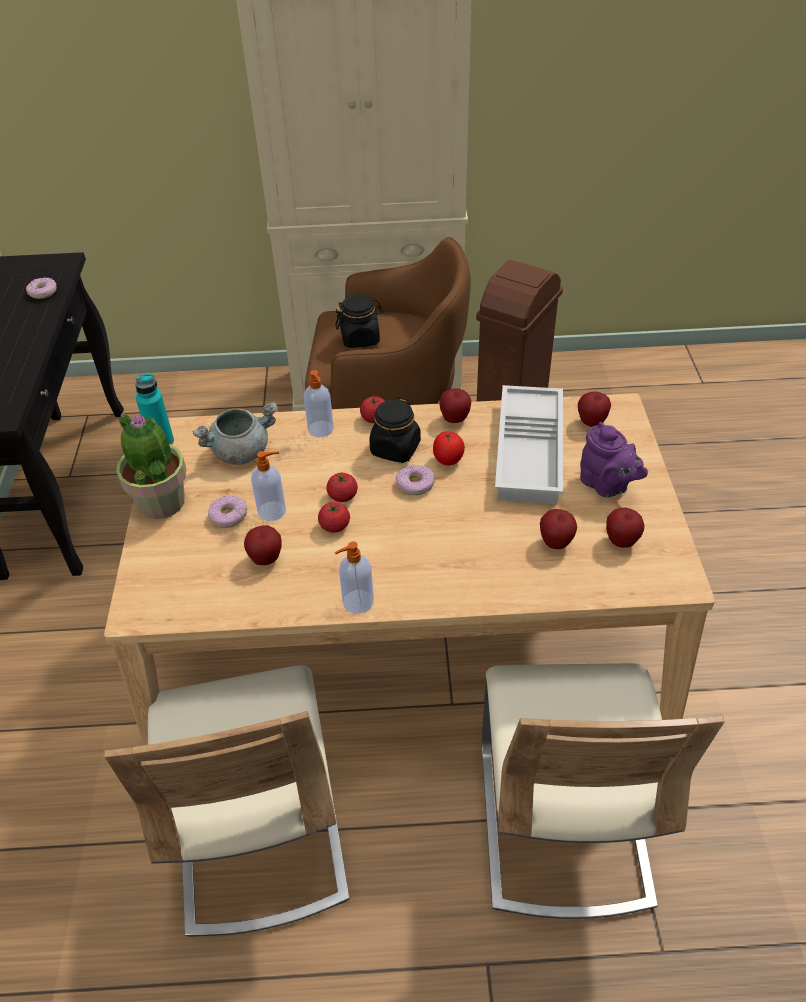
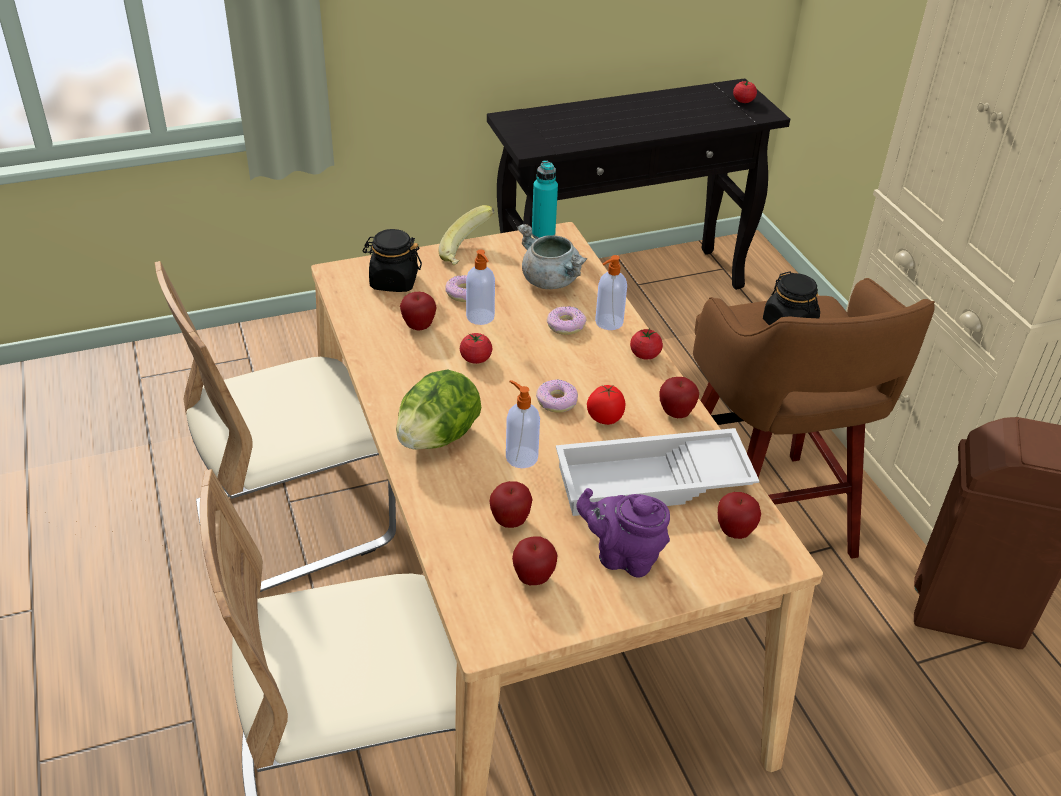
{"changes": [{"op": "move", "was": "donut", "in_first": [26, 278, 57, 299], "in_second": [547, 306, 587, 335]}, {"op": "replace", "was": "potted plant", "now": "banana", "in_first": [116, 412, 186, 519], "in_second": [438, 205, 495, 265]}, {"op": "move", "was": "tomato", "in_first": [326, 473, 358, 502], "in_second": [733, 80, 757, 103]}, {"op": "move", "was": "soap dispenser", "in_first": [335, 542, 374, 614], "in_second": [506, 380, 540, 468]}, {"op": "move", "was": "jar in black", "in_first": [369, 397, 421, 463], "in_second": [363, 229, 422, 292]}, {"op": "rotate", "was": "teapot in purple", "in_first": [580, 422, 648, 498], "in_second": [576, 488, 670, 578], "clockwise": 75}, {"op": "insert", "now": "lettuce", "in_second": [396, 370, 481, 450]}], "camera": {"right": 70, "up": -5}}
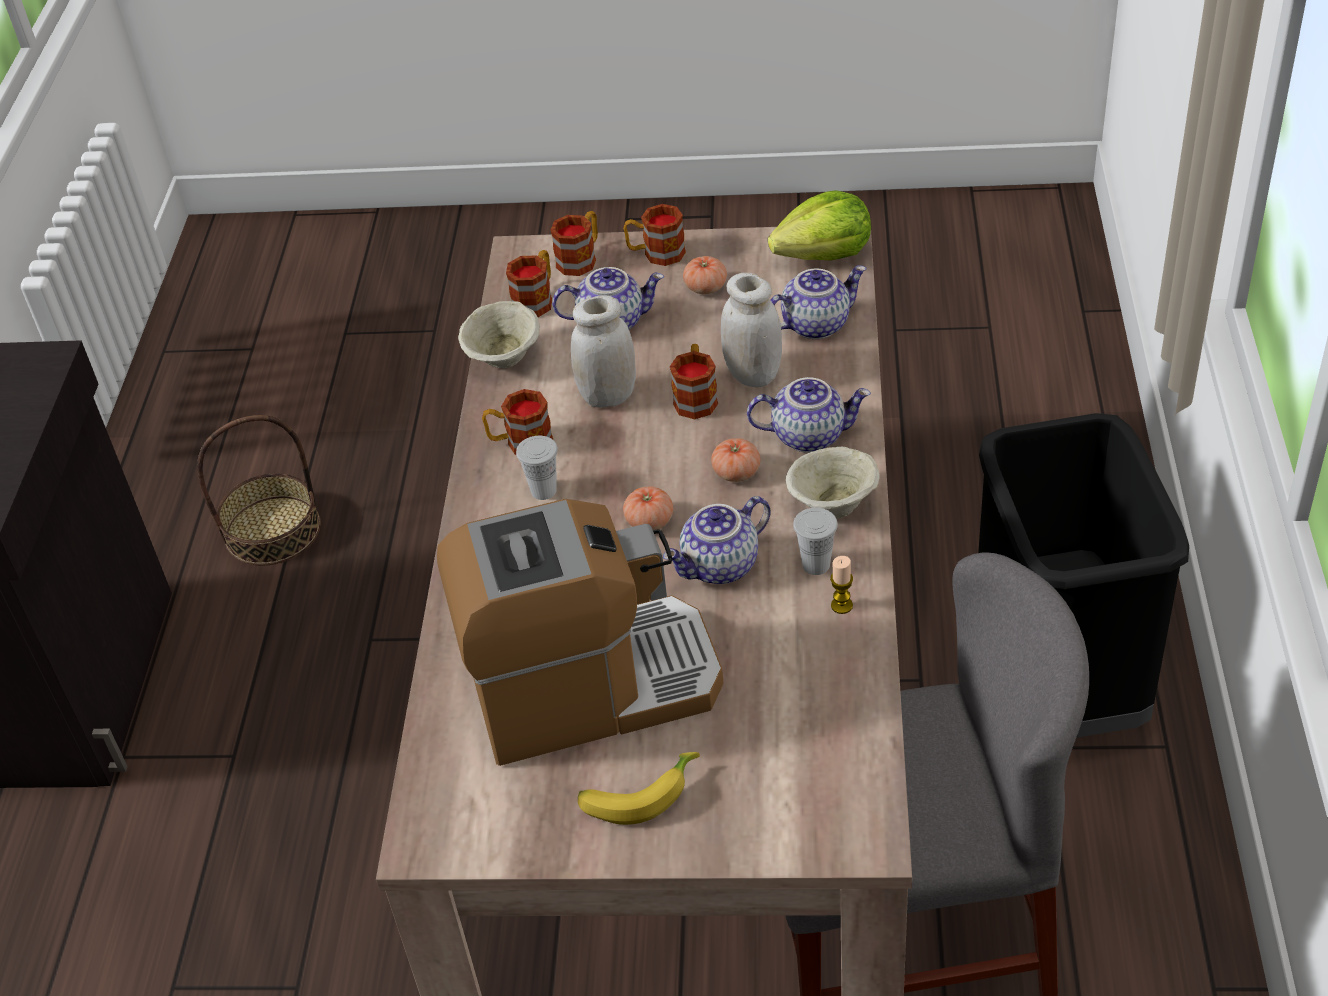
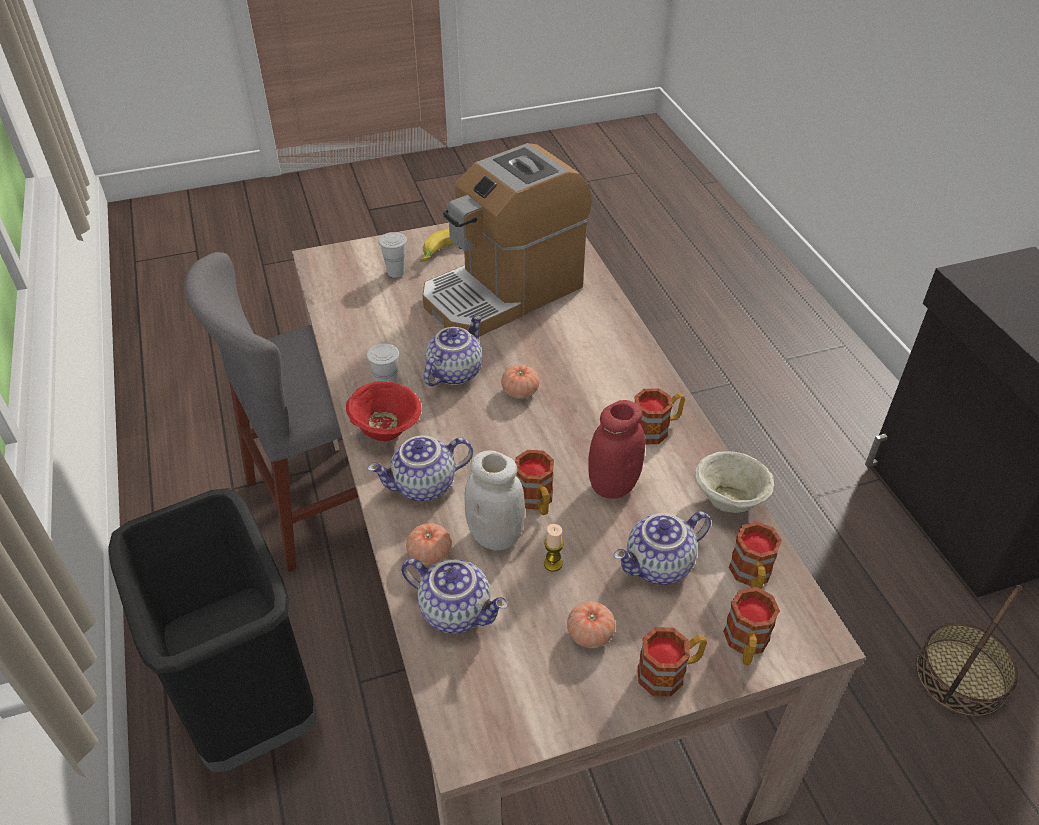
{"changes": [{"op": "move", "was": "cup in white", "in_first": [516, 436, 558, 500], "in_second": [378, 232, 407, 278]}, {"op": "recolor", "was": "jar in white", "now": "jar in red", "in_first": [571, 295, 636, 408], "in_second": [588, 400, 645, 499]}, {"op": "move", "was": "tomato", "in_first": [711, 438, 760, 482], "in_second": [406, 523, 451, 565]}, {"op": "delete", "was": "lettuce", "in_first": [768, 190, 871, 261]}, {"op": "rotate", "was": "teapot", "in_first": [770, 265, 867, 339], "in_second": [401, 558, 508, 634], "clockwise": -105}, {"op": "recolor", "was": "bowl in beige", "now": "bowl in red", "in_first": [786, 447, 880, 519], "in_second": [346, 381, 421, 441]}, {"op": "move", "was": "candle", "in_first": [830, 556, 853, 614], "in_second": [544, 524, 564, 572]}], "camera": {"right": 155, "up": 0}}
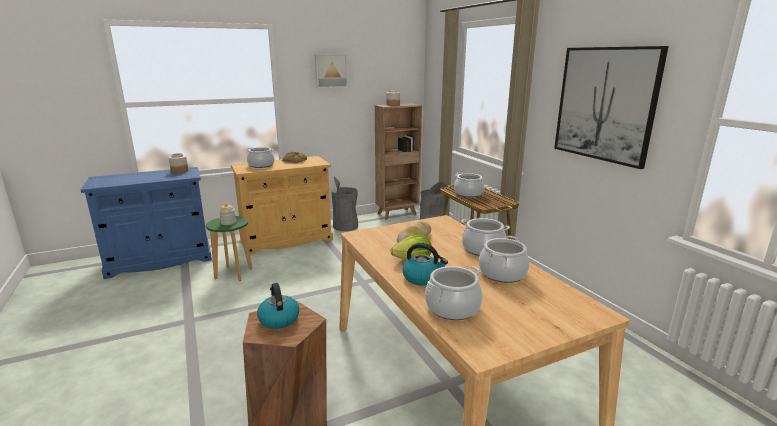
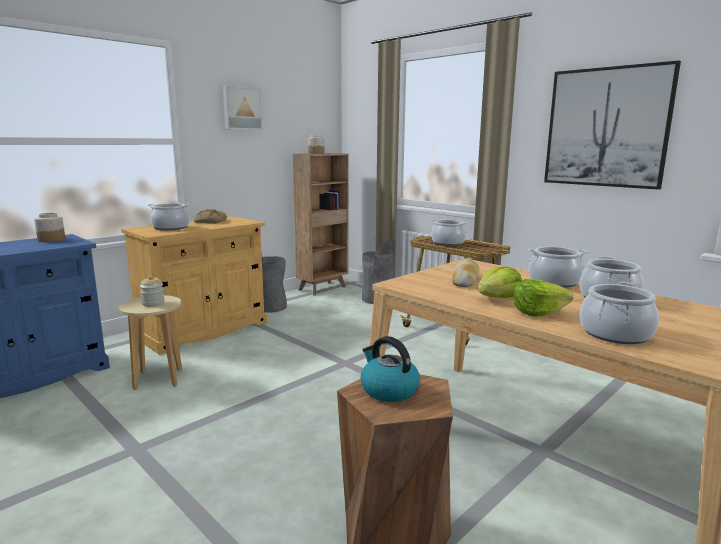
{"changes": [{"op": "recolor", "was": "stool in green", "now": "stool in beige", "in_first": [206, 216, 252, 281], "in_second": [119, 295, 182, 390]}, {"op": "replace", "was": "kettle", "now": "lettuce", "in_first": [402, 243, 448, 285], "in_second": [513, 279, 573, 317]}], "camera": {"right": -20, "up": -5}}
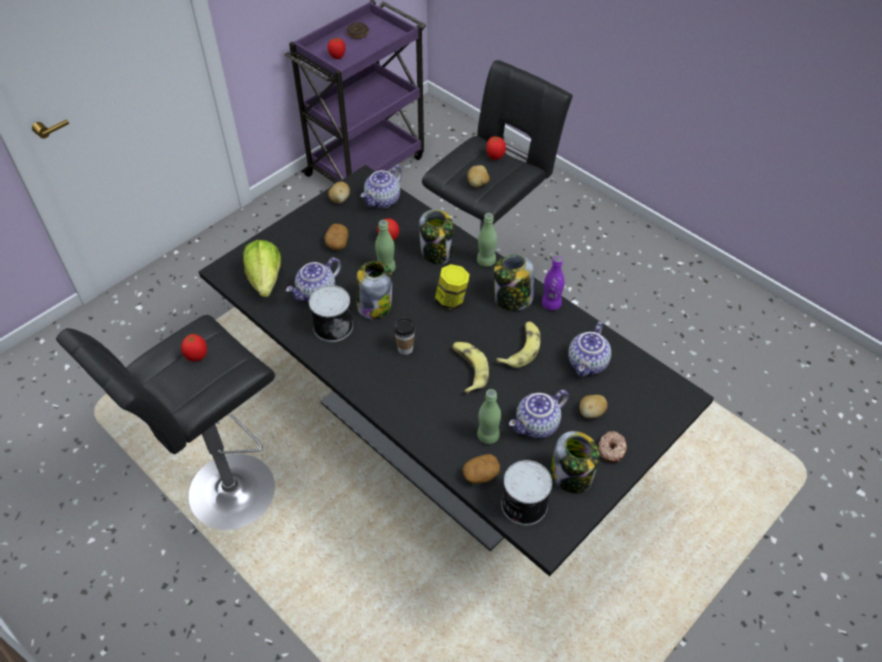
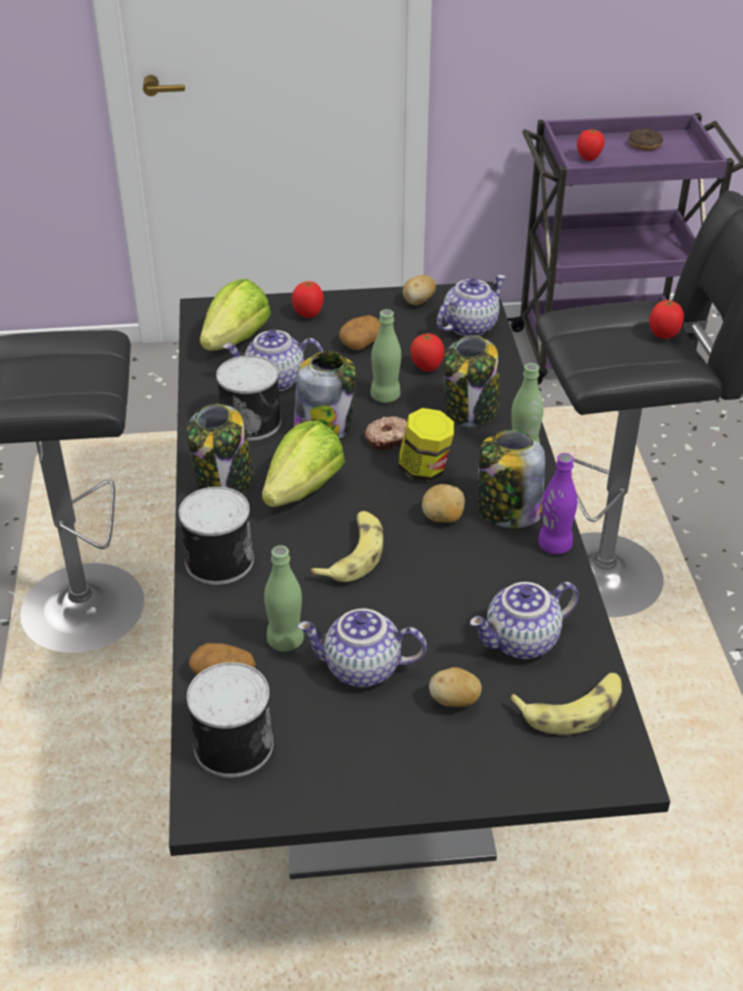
{"changes": [{"op": "move", "was": "tomato", "in_first": [181, 334, 207, 362], "in_second": [292, 281, 324, 318]}, {"op": "rotate", "was": "teapot", "in_first": [361, 165, 402, 208], "in_second": [437, 275, 506, 336], "clockwise": 150}, {"op": "replace", "was": "cup", "now": "lettuce", "in_first": [394, 318, 416, 355], "in_second": [262, 421, 345, 507]}, {"op": "move", "was": "potato", "in_first": [467, 165, 489, 187], "in_second": [422, 484, 465, 523]}, {"op": "move", "was": "banana", "in_first": [496, 321, 541, 368], "in_second": [510, 673, 622, 735]}, {"op": "move", "was": "jar", "in_first": [551, 431, 599, 494], "in_second": [187, 404, 253, 494]}, {"op": "move", "was": "donut", "in_first": [598, 431, 627, 463], "in_second": [365, 416, 407, 450]}, {"op": "insert", "now": "can", "in_second": [178, 487, 254, 585]}], "camera": {"right": 40, "up": -10}}
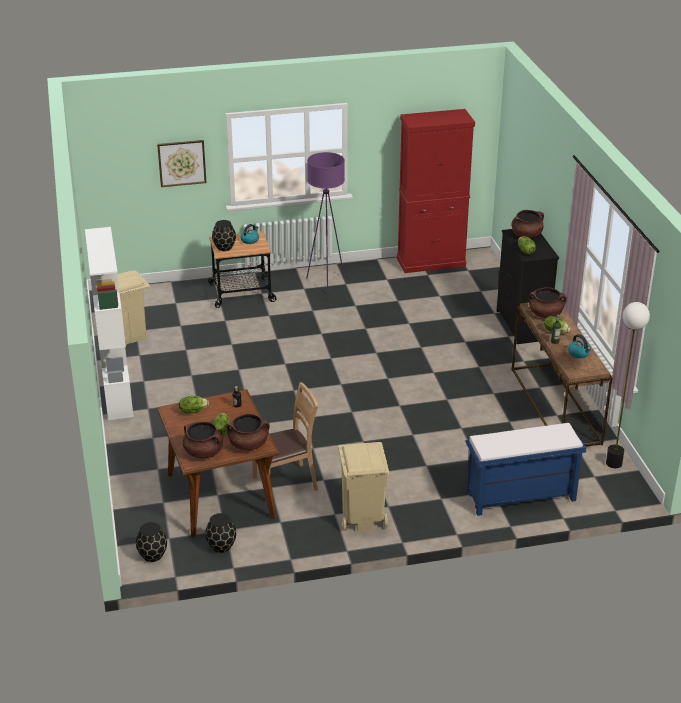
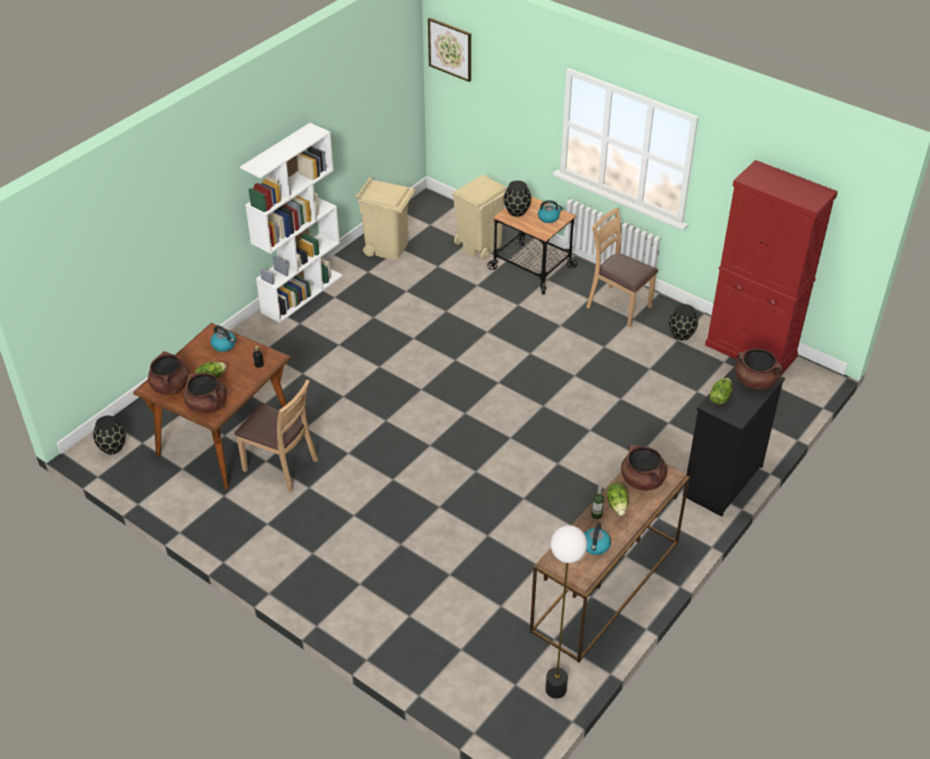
{"changes": [{"op": "move", "was": "picture", "in_first": [157, 140, 207, 187], "in_second": [428, 18, 471, 82]}, {"op": "replace", "was": "lettuce", "now": "kettle", "in_first": [179, 396, 209, 414], "in_second": [210, 325, 236, 352]}, {"op": "move", "was": "vase in black", "in_first": [205, 513, 236, 553], "in_second": [669, 304, 698, 340]}, {"op": "replace", "was": "floor lamp in purple", "now": "chair in brown", "in_first": [306, 152, 345, 294], "in_second": [586, 208, 658, 327]}, {"op": "move", "was": "trash can in beige", "in_first": [338, 442, 390, 532], "in_second": [452, 175, 507, 260]}, {"op": "delete", "was": "bench in blue", "in_first": [466, 423, 586, 516]}], "camera": {"right": 50, "up": 10}}
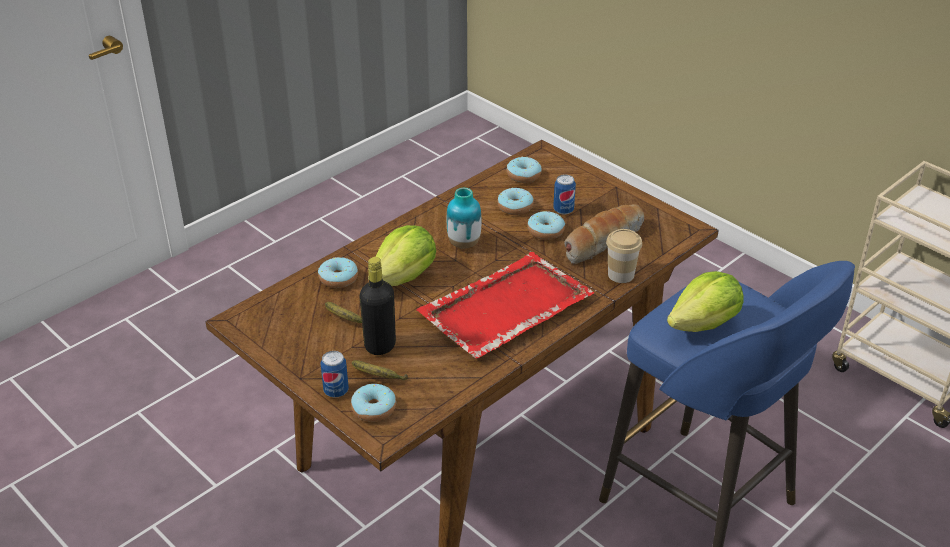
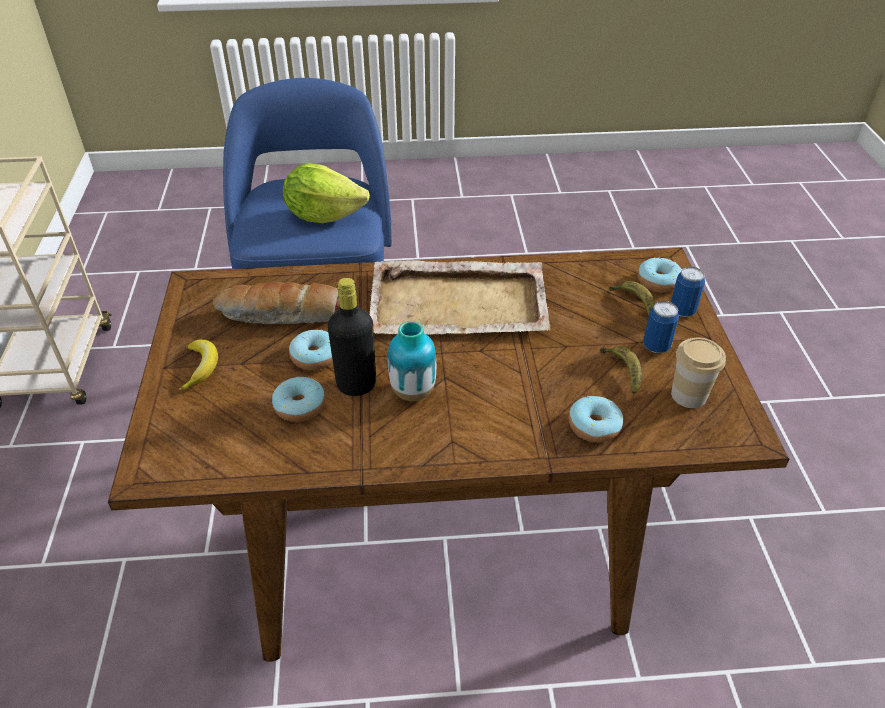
{"changes": [{"op": "move", "was": "bottle in black", "in_first": [359, 257, 396, 355], "in_second": [328, 278, 376, 396]}, {"op": "delete", "was": "lettuce", "in_first": [368, 225, 436, 286]}, {"op": "recolor", "was": "tray in red", "now": "tray in beige", "in_first": [416, 252, 594, 359], "in_second": [369, 260, 551, 335]}, {"op": "delete", "was": "donut", "in_first": [507, 156, 542, 183]}, {"op": "move", "was": "can", "in_first": [553, 174, 576, 215], "in_second": [643, 301, 679, 353]}, {"op": "move", "was": "cup", "in_first": [606, 229, 642, 283], "in_second": [671, 338, 726, 408]}, {"op": "insert", "now": "banana", "in_second": [179, 339, 218, 391]}], "camera": {"right": -140, "up": 5}}
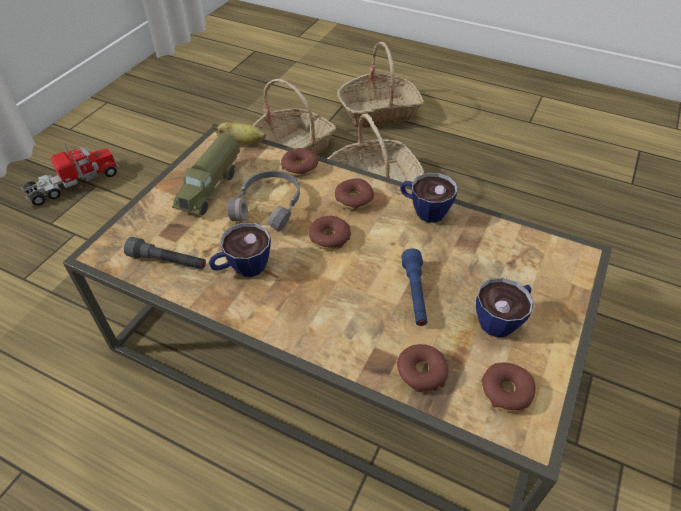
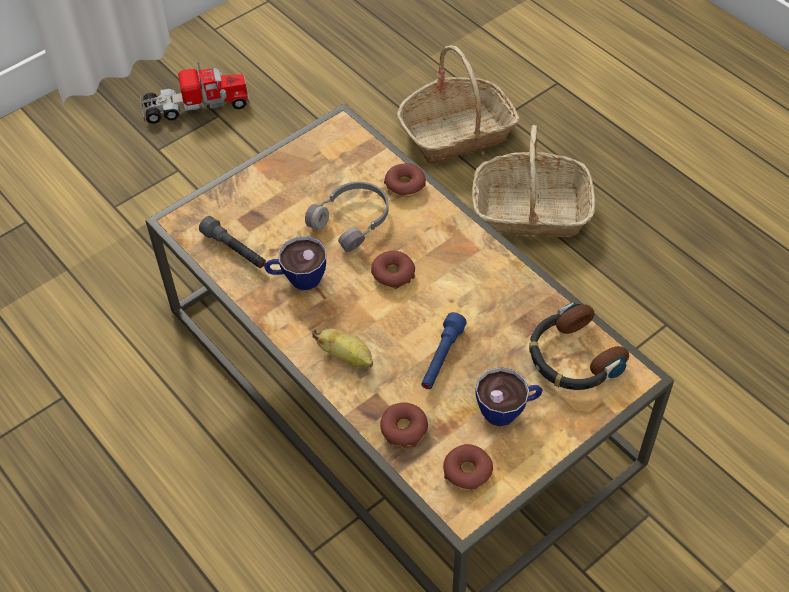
{"changes": [{"op": "delete", "was": "toy truck", "in_first": [172, 133, 240, 215]}, {"op": "move", "was": "banana", "in_first": [212, 122, 266, 144], "in_second": [312, 329, 373, 368]}, {"op": "delete", "was": "donut", "in_first": [335, 179, 374, 210]}, {"op": "delete", "was": "basket", "in_first": [337, 42, 424, 127]}, {"op": "delete", "was": "cup", "in_first": [400, 173, 458, 223]}, {"op": "insert", "now": "headphones", "in_second": [529, 303, 629, 390]}], "camera": {"right": 25, "up": 5}}
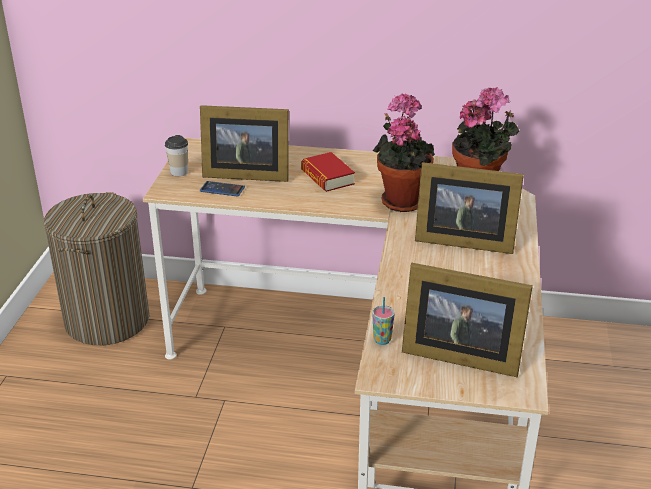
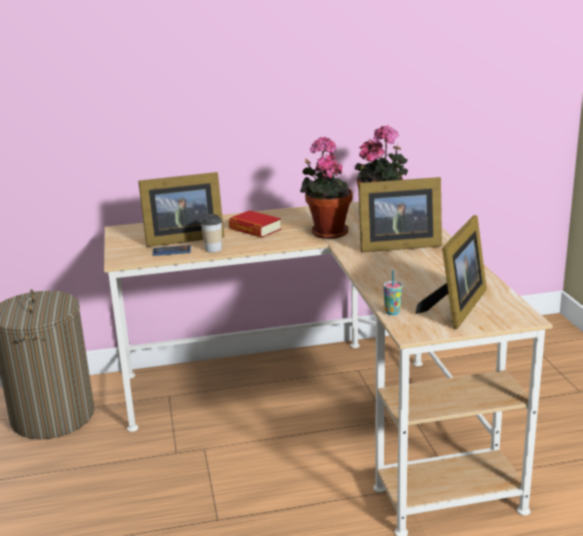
{"changes": [{"op": "move", "was": "cup", "in_first": [165, 135, 188, 176], "in_second": [201, 214, 222, 253]}, {"op": "rotate", "was": "picture frame", "in_first": [402, 263, 533, 377], "in_second": [415, 215, 487, 329], "clockwise": -60}], "camera": {"right": -20, "up": -10}}
